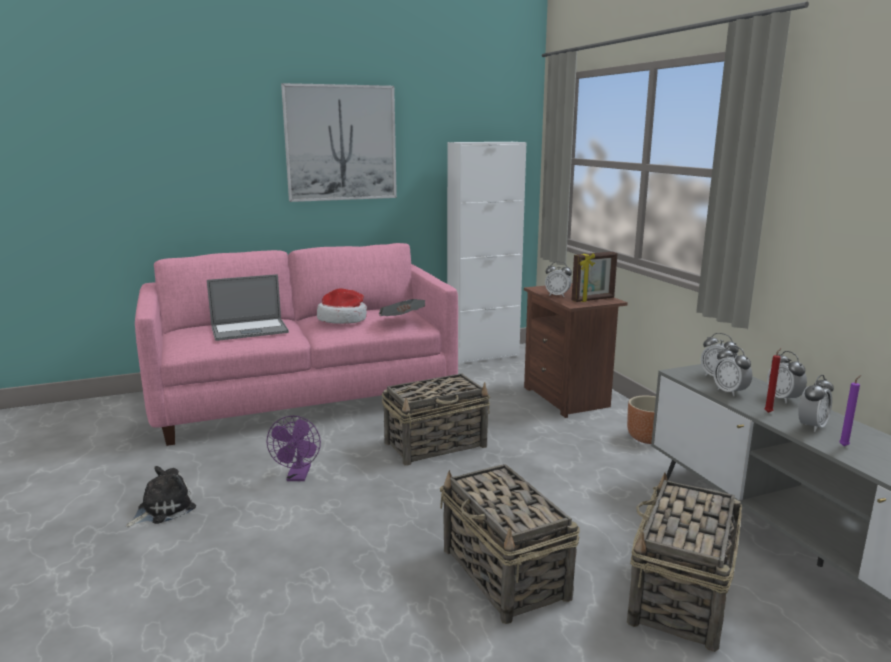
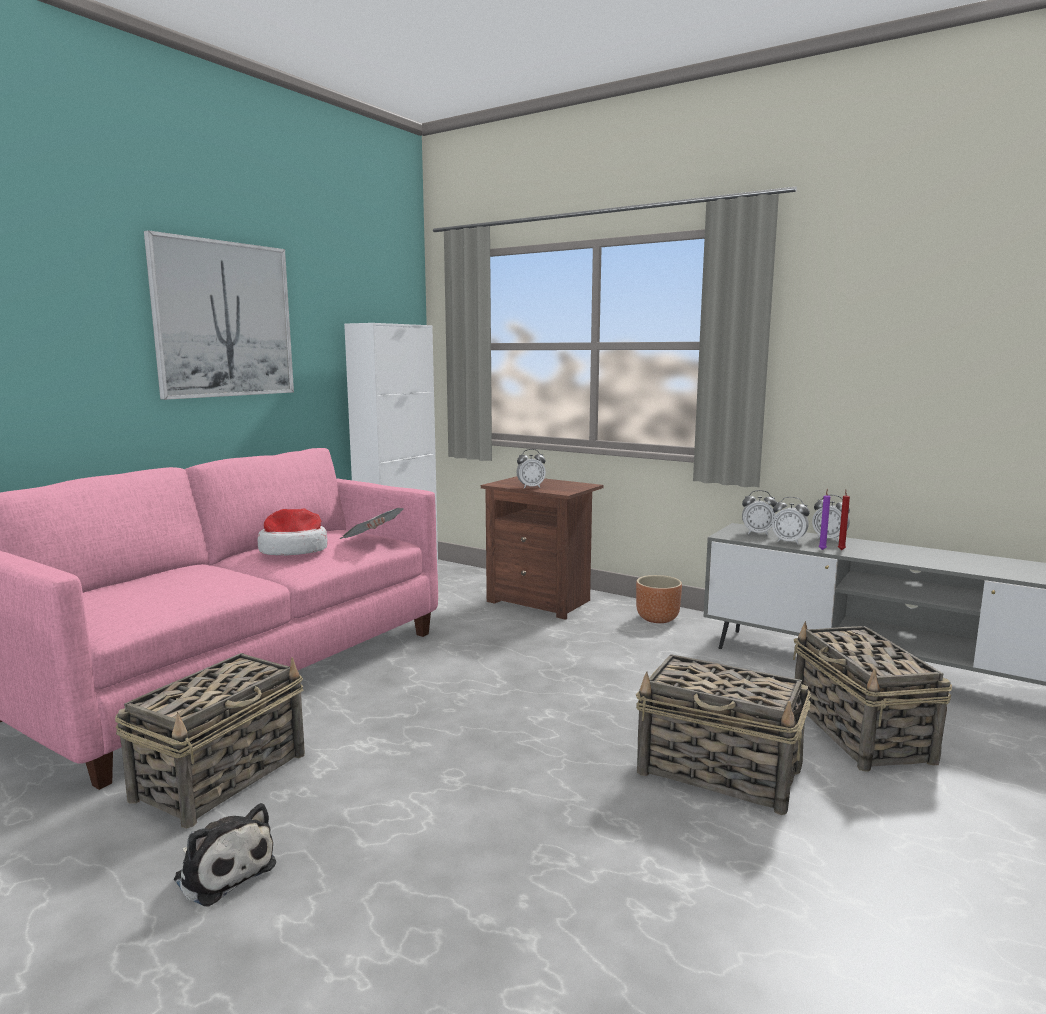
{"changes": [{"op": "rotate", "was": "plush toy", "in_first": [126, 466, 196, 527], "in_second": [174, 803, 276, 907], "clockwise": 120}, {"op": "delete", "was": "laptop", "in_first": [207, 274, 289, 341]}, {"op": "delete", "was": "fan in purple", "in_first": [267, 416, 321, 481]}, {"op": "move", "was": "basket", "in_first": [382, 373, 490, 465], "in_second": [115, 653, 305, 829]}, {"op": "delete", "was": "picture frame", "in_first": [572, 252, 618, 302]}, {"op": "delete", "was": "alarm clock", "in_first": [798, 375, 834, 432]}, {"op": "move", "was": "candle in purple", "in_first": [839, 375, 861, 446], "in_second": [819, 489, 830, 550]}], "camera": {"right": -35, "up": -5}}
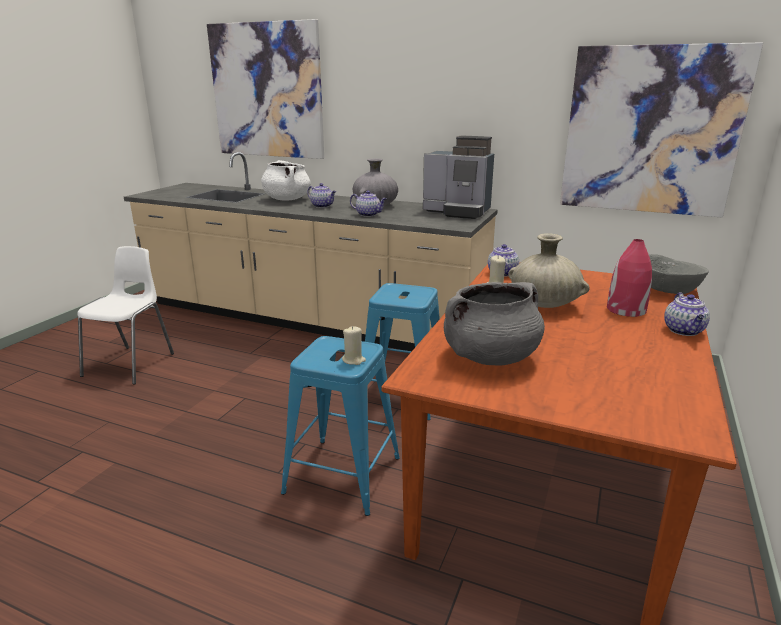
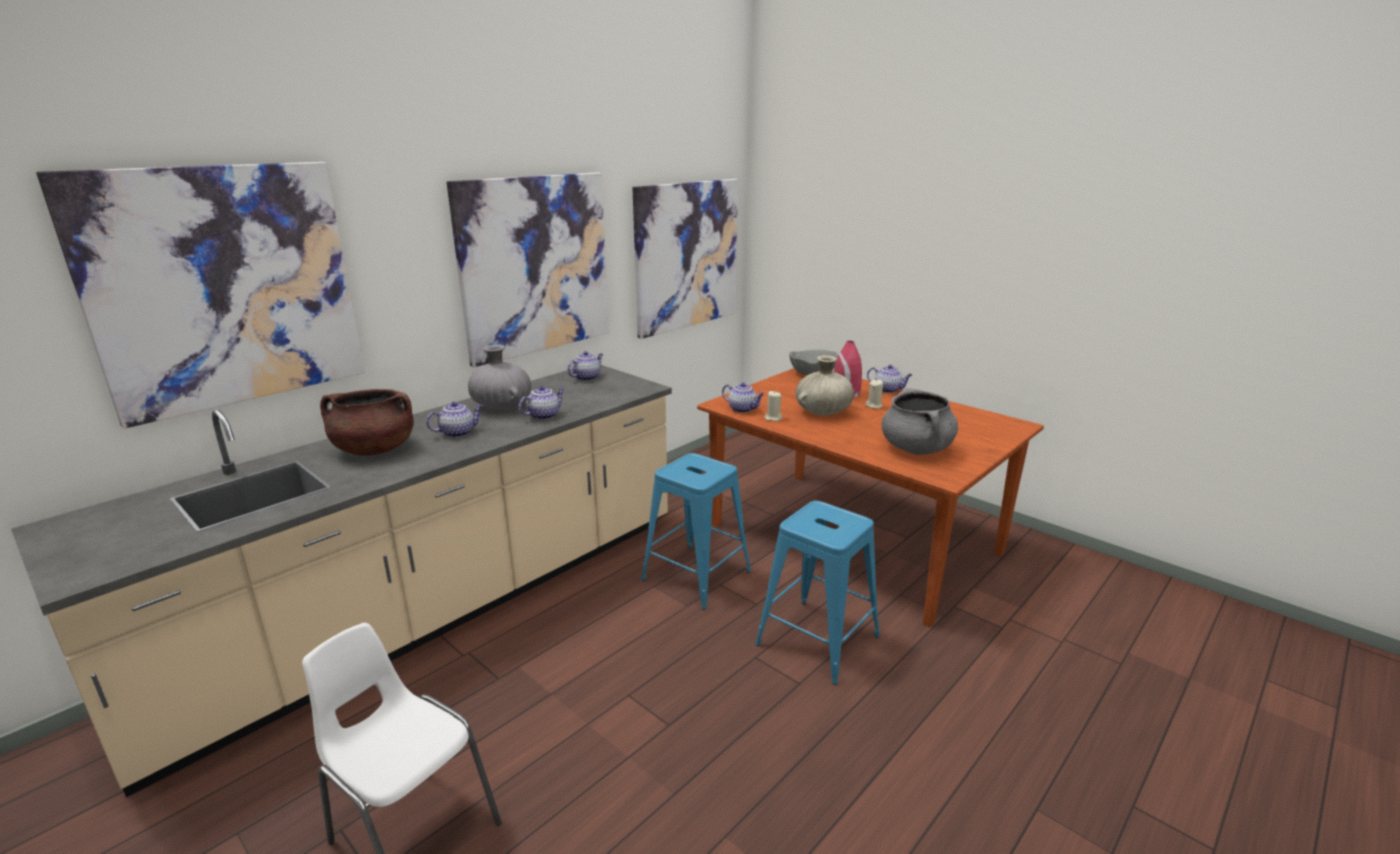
{"changes": [{"op": "recolor", "was": "cooking pot in white", "now": "cooking pot in brown", "in_first": [261, 160, 311, 200], "in_second": [320, 389, 414, 456]}, {"op": "move", "was": "candle in beige", "in_first": [342, 326, 366, 365], "in_second": [865, 380, 883, 408]}, {"op": "replace", "was": "coffee machine", "now": "teapot", "in_first": [423, 136, 494, 219], "in_second": [567, 351, 603, 381]}, {"op": "insert", "now": "picture", "in_second": [447, 173, 609, 367]}], "camera": {"right": -70, "up": 0}}
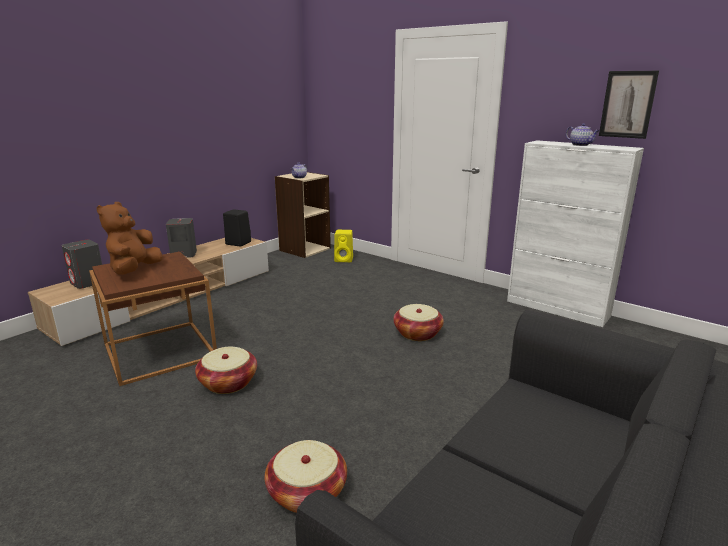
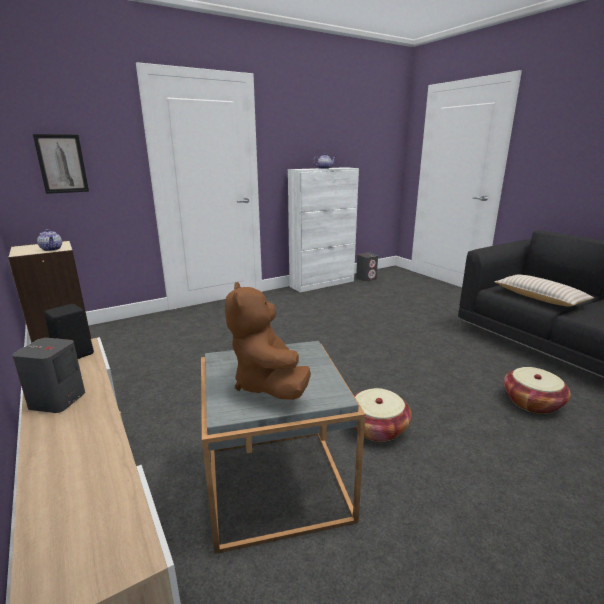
{"changes": [{"op": "move", "was": "speaker in grey", "in_first": [62, 240, 102, 289], "in_second": [356, 252, 378, 281]}, {"op": "recolor", "was": "side table in brown", "now": "side table in grey", "in_first": [89, 252, 217, 386], "in_second": [201, 341, 365, 554]}, {"op": "rotate", "was": "plush toy in brown", "in_first": [97, 202, 162, 275], "in_second": [225, 282, 311, 400], "clockwise": 45}, {"op": "delete", "was": "speaker in yellow", "in_first": [334, 230, 353, 262]}, {"op": "delete", "was": "basket", "in_first": [393, 304, 444, 341]}, {"op": "move", "was": "picture", "in_first": [599, 71, 659, 139], "in_second": [33, 134, 89, 194]}, {"op": "insert", "now": "pillow in beige", "in_second": [494, 274, 594, 307]}], "camera": {"right": -70, "up": 0}}
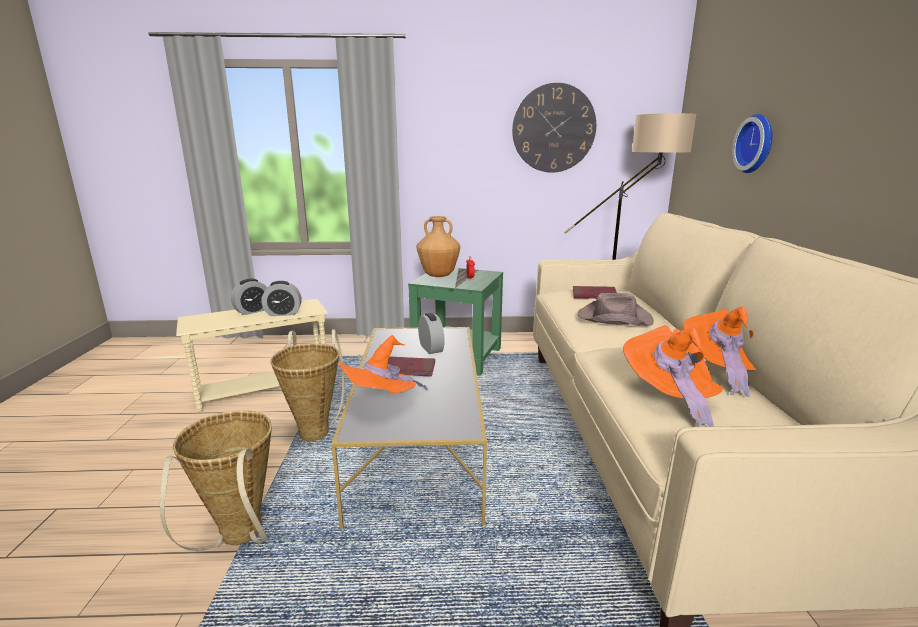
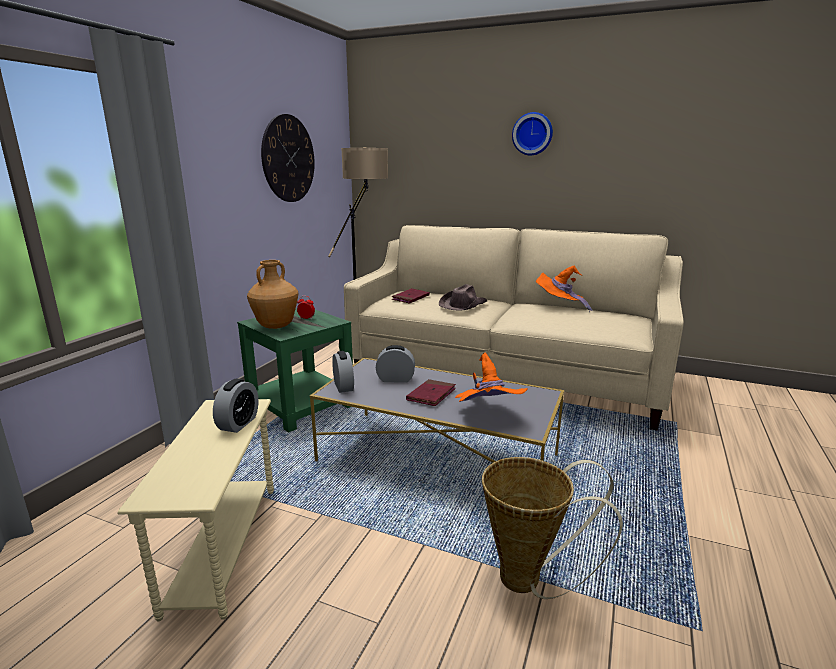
{"changes": [{"op": "move", "was": "alarm clock", "in_first": [231, 279, 268, 315], "in_second": [332, 351, 354, 393]}, {"op": "delete", "was": "basket", "in_first": [271, 329, 345, 441]}, {"op": "delete", "was": "hat in orange", "in_first": [623, 325, 723, 427]}, {"op": "move", "was": "wall clock", "in_first": [732, 114, 773, 173], "in_second": [512, 112, 553, 155]}], "camera": {"right": -65, "up": 0}}
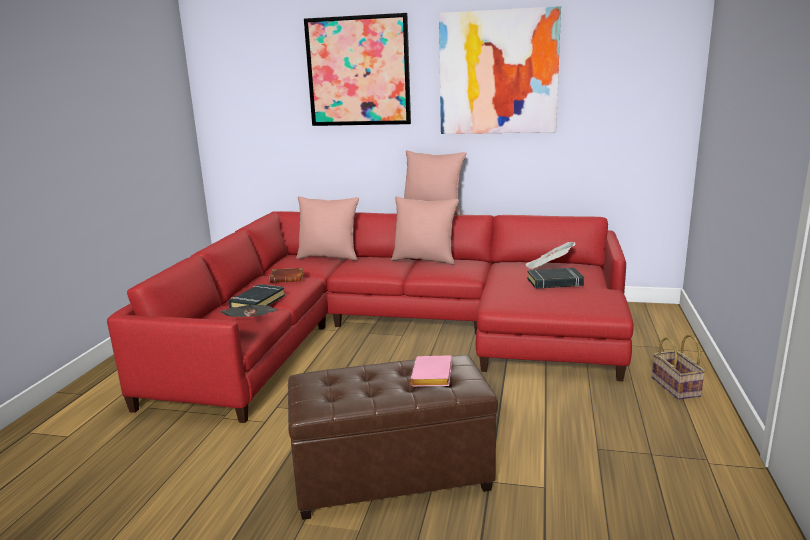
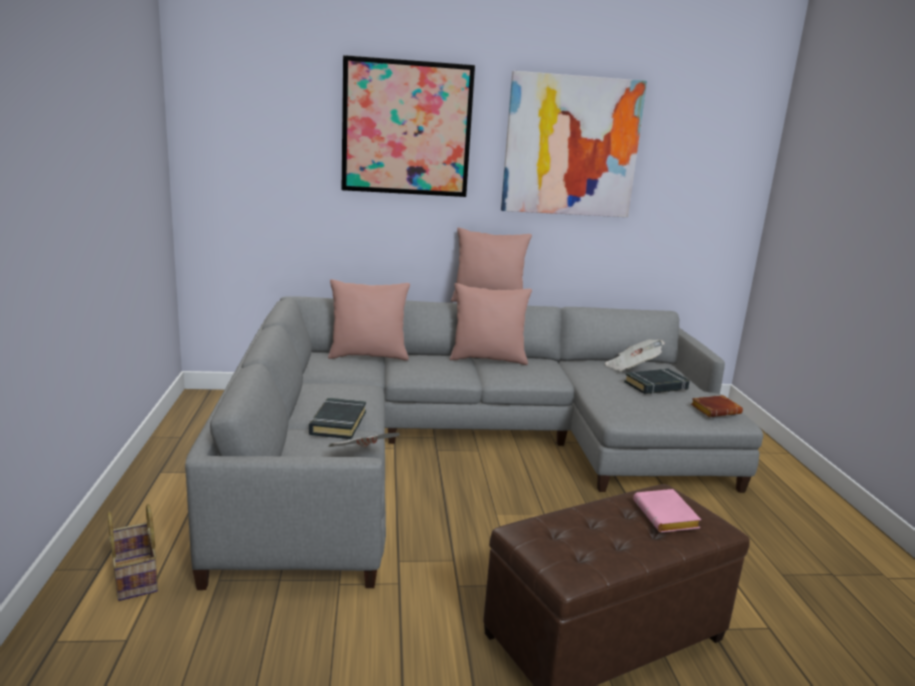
{"changes": [{"op": "recolor", "was": "sofa in red", "now": "sofa in grey", "in_first": [107, 211, 634, 423], "in_second": [185, 296, 763, 590]}, {"op": "move", "was": "book in brown", "in_first": [269, 268, 304, 283], "in_second": [691, 395, 743, 417]}, {"op": "move", "was": "basket", "in_first": [652, 334, 705, 400], "in_second": [107, 504, 158, 601]}], "camera": {"right": -20, "up": 0}}
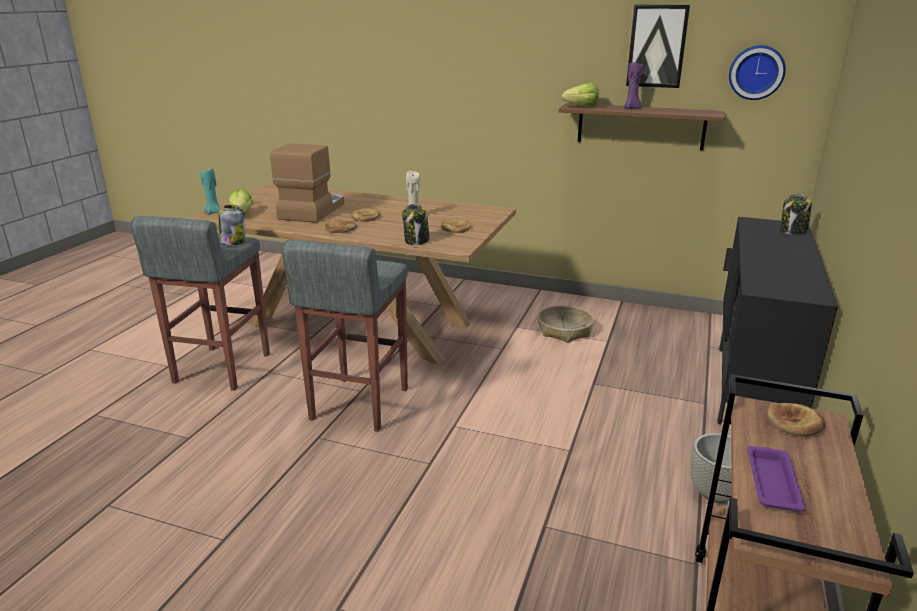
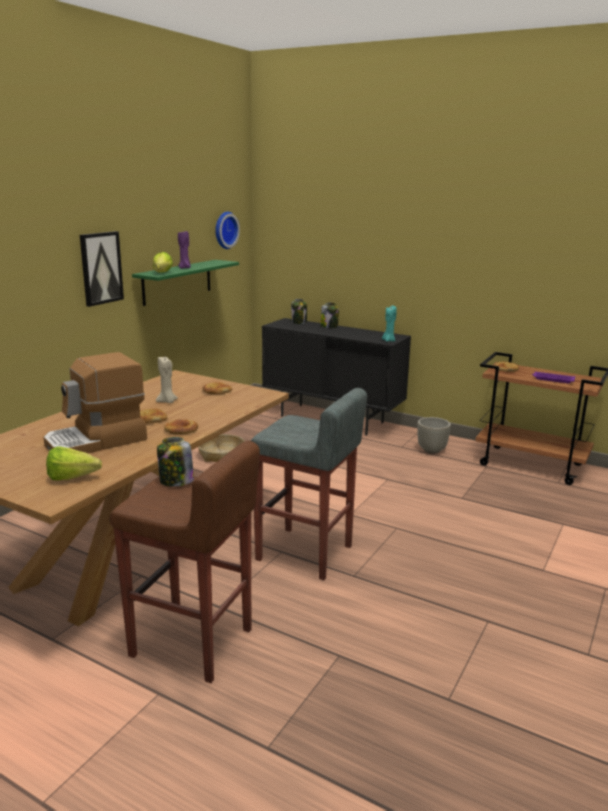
{"changes": [{"op": "recolor", "was": "stool in grey", "now": "stool in brown", "in_first": [131, 216, 270, 391], "in_second": [109, 441, 260, 683]}, {"op": "move", "was": "candle in turquoise", "in_first": [200, 169, 221, 214], "in_second": [382, 306, 397, 342]}, {"op": "rotate", "was": "coffee machine", "in_first": [270, 143, 344, 223], "in_second": [43, 352, 147, 454], "clockwise": -60}, {"op": "move", "was": "jar", "in_first": [402, 204, 430, 245], "in_second": [320, 302, 339, 328]}, {"op": "recolor", "was": "shelf in brown", "now": "shelf in green", "in_first": [559, 103, 725, 150], "in_second": [132, 260, 239, 306]}, {"op": "move", "was": "picture", "in_first": [626, 5, 690, 88], "in_second": [80, 231, 124, 307]}], "camera": {"right": -80, "up": -5}}
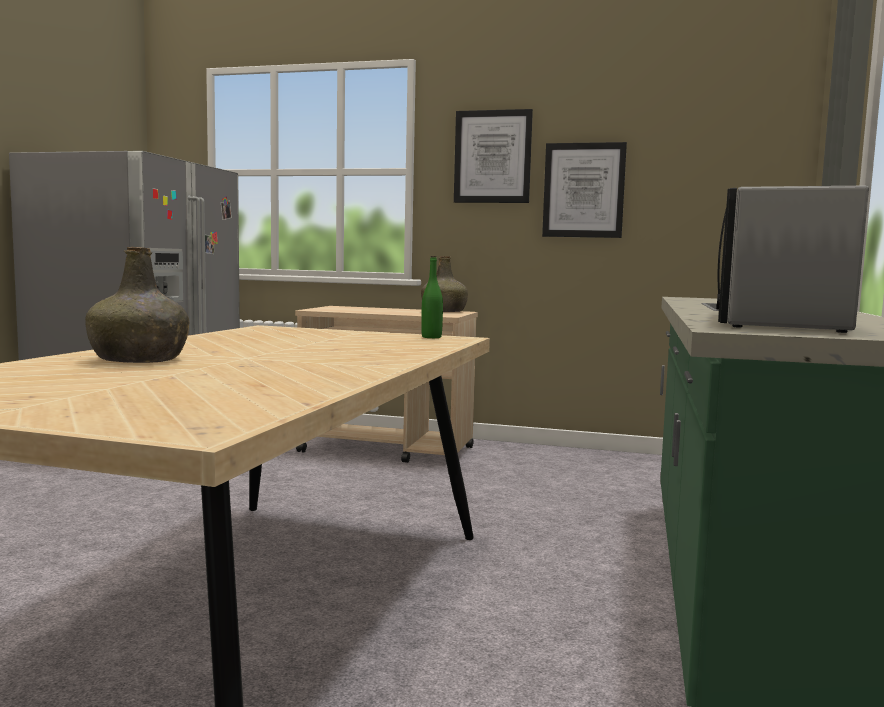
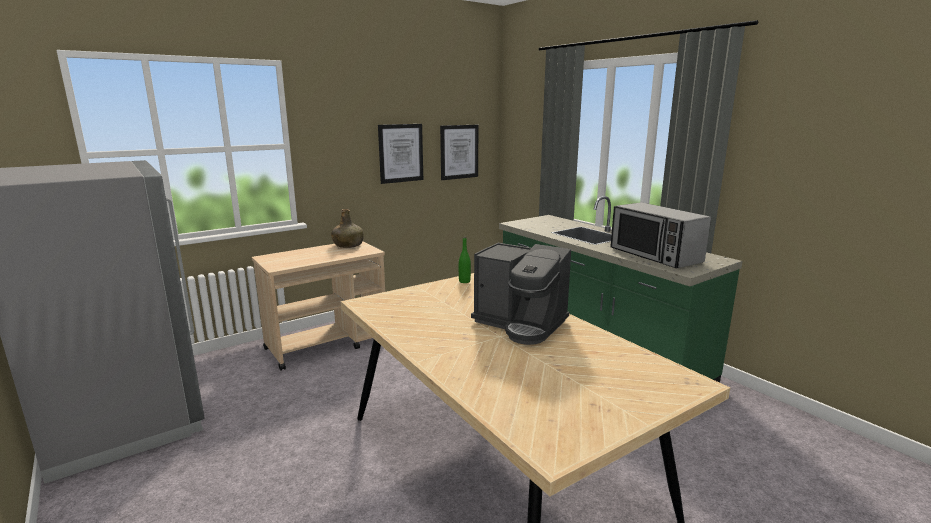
{"changes": [{"op": "delete", "was": "bottle in green", "in_first": [85, 247, 190, 363]}, {"op": "move", "was": "picture", "in_first": [454, 109, 533, 203], "in_second": [440, 125, 479, 180]}, {"op": "insert", "now": "coffee machine", "in_second": [471, 243, 571, 345]}], "camera": {"right": -50, "up": 10}}
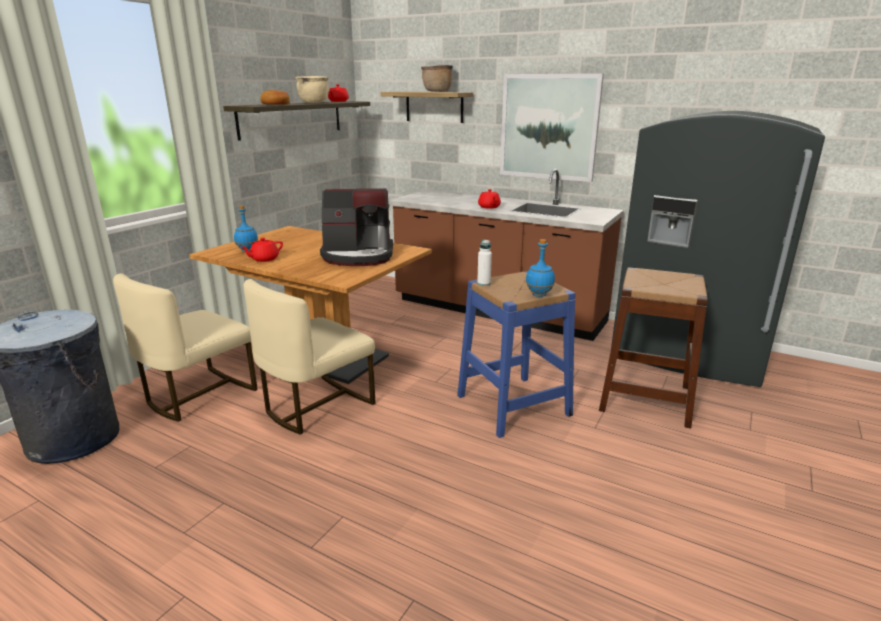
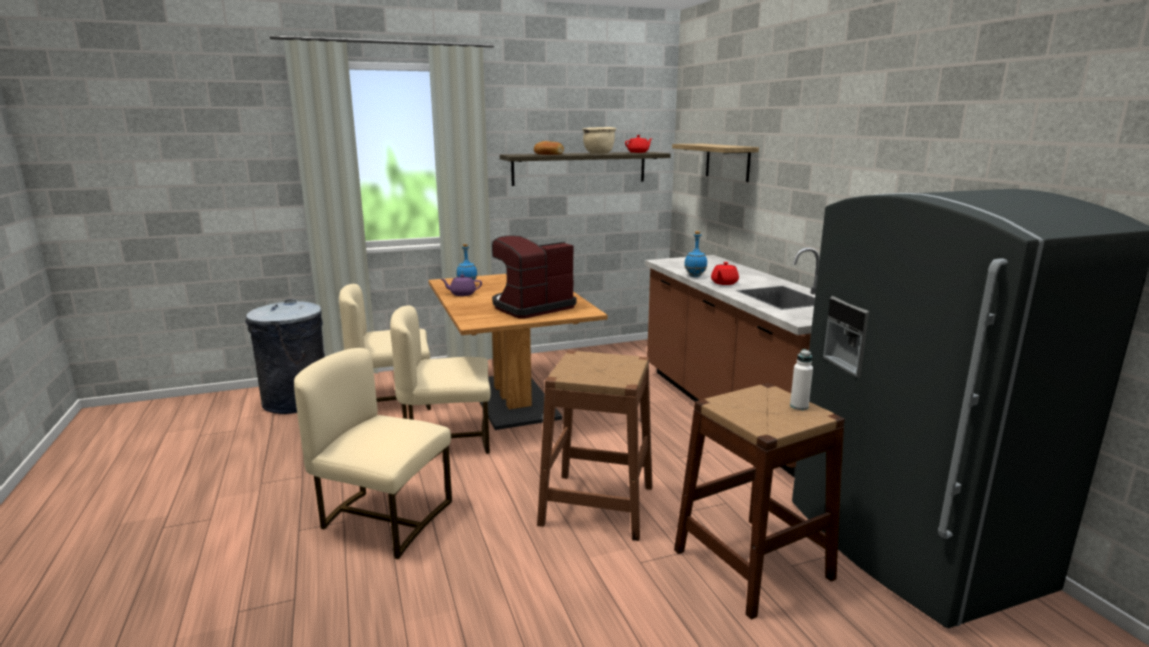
{"changes": [{"op": "recolor", "was": "teapot in red", "now": "teapot in purple", "in_first": [241, 238, 283, 262], "in_second": [440, 274, 482, 296]}, {"op": "rotate", "was": "coffee machine", "in_first": [320, 188, 393, 266], "in_second": [492, 236, 576, 319], "clockwise": 105}, {"op": "delete", "was": "cooking pot in brown", "in_first": [421, 65, 453, 92]}, {"op": "recolor", "was": "stool in blue", "now": "stool in brown", "in_first": [457, 271, 576, 438], "in_second": [537, 351, 653, 541]}, {"op": "move", "was": "bottle in white", "in_first": [477, 240, 492, 286], "in_second": [790, 349, 813, 410]}, {"op": "delete", "was": "picture", "in_first": [500, 73, 604, 182]}, {"op": "move", "was": "bottle in blue", "in_first": [526, 239, 555, 297], "in_second": [684, 231, 707, 277]}, {"op": "insert", "now": "chair in beige", "in_second": [294, 348, 452, 559]}], "camera": {"right": 40, "up": -5}}
